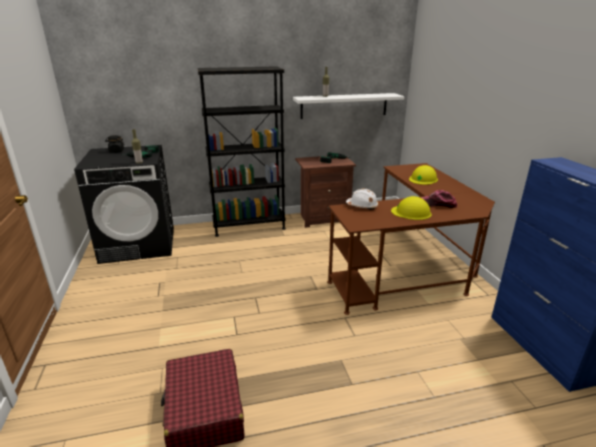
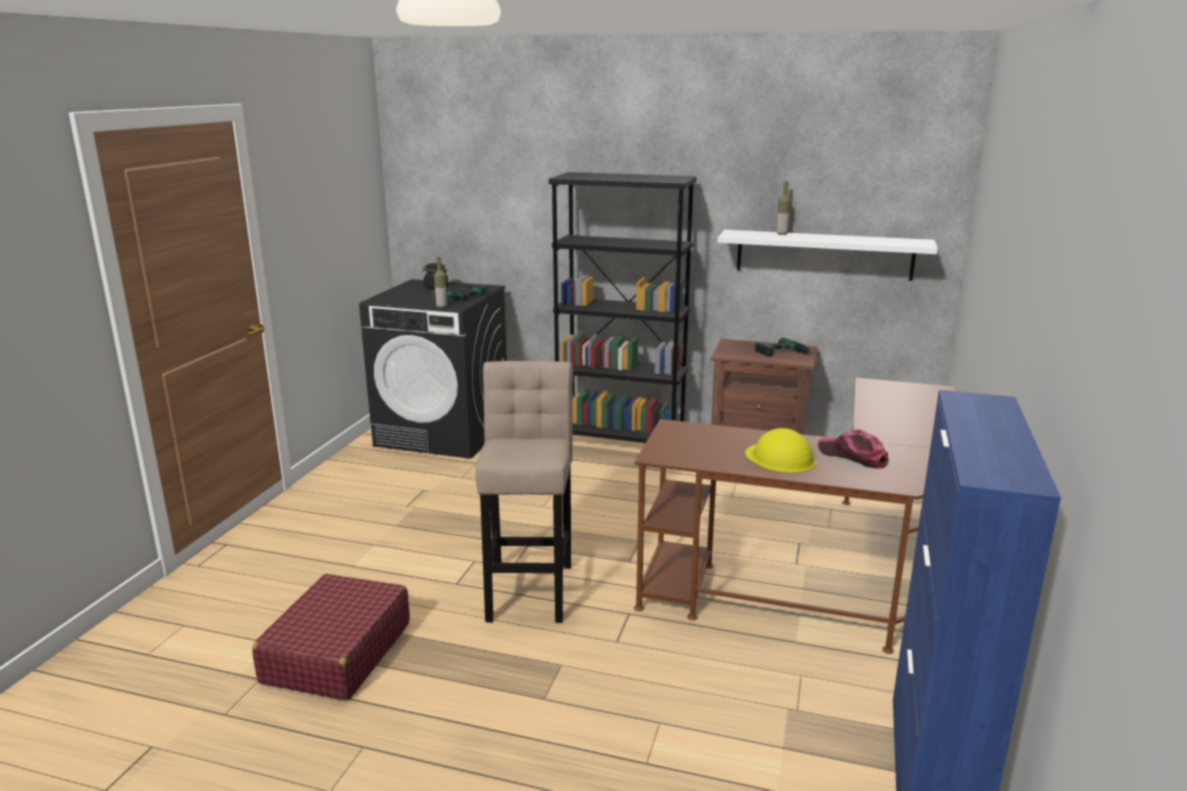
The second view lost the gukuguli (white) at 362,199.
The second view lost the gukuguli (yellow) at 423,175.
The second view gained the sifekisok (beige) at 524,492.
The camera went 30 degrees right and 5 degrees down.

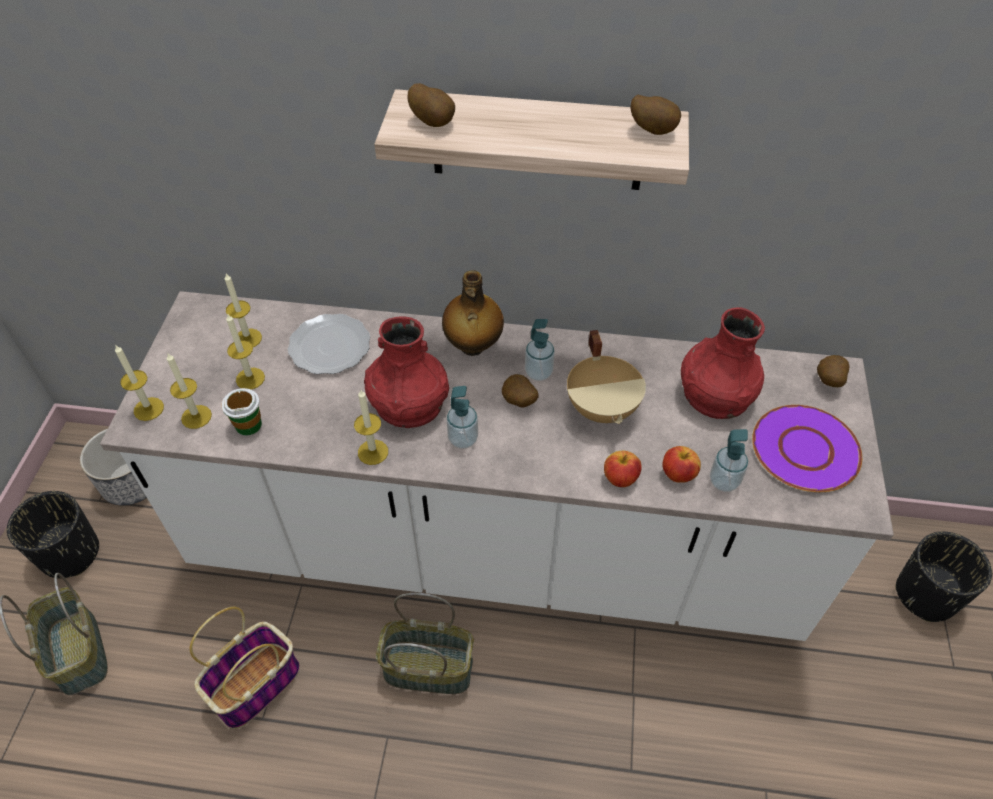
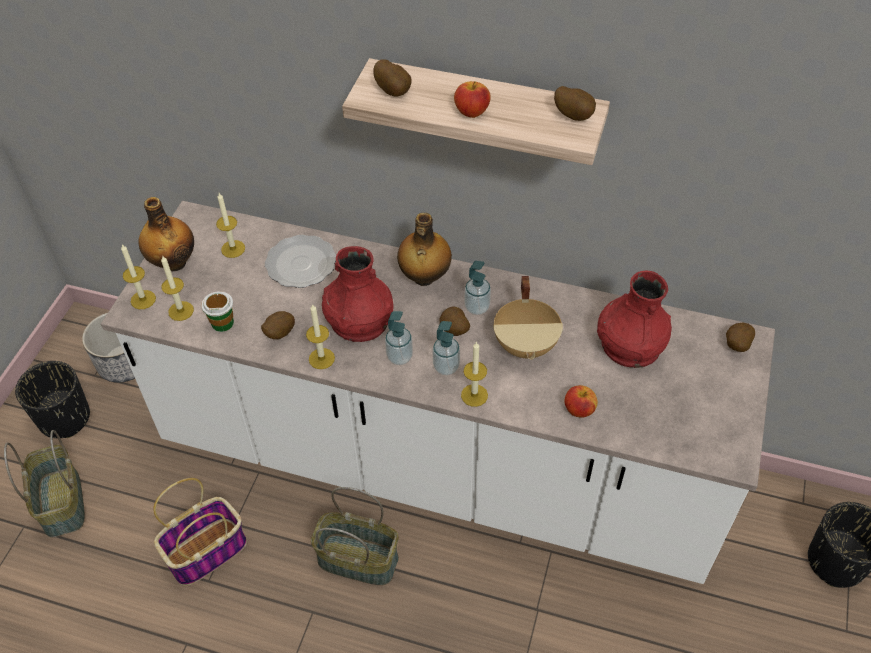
The second view lost the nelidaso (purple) at 807,448.
The second view gained the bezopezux at 166,234.
The second view gained the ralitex at 278,325.
The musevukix ended up elsewhere, having gone from 245,351 to 474,374.
The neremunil ended up elsewhere, having gone from 623,469 to 472,99.
The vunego ended up elsewhere, having gone from 729,460 to 446,348.
The camera went 10 degrees right and 0 degrees up.

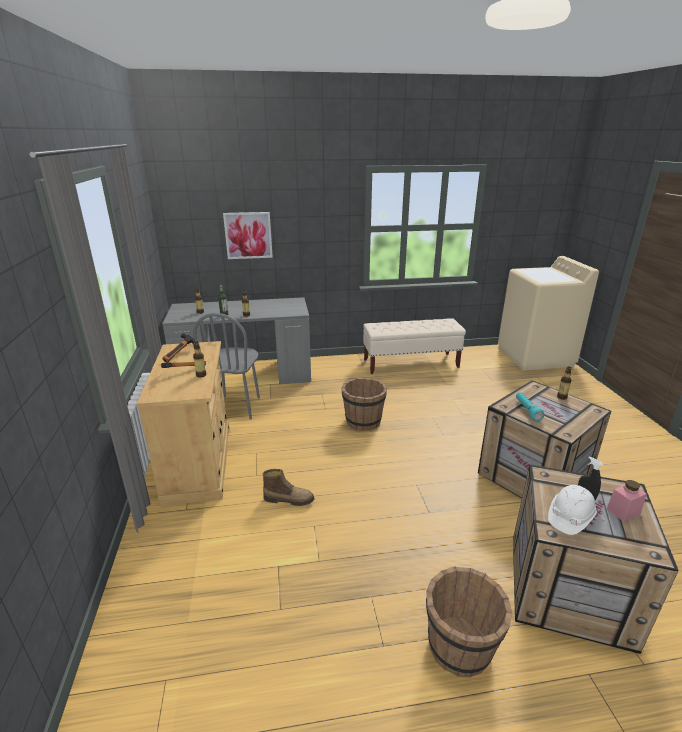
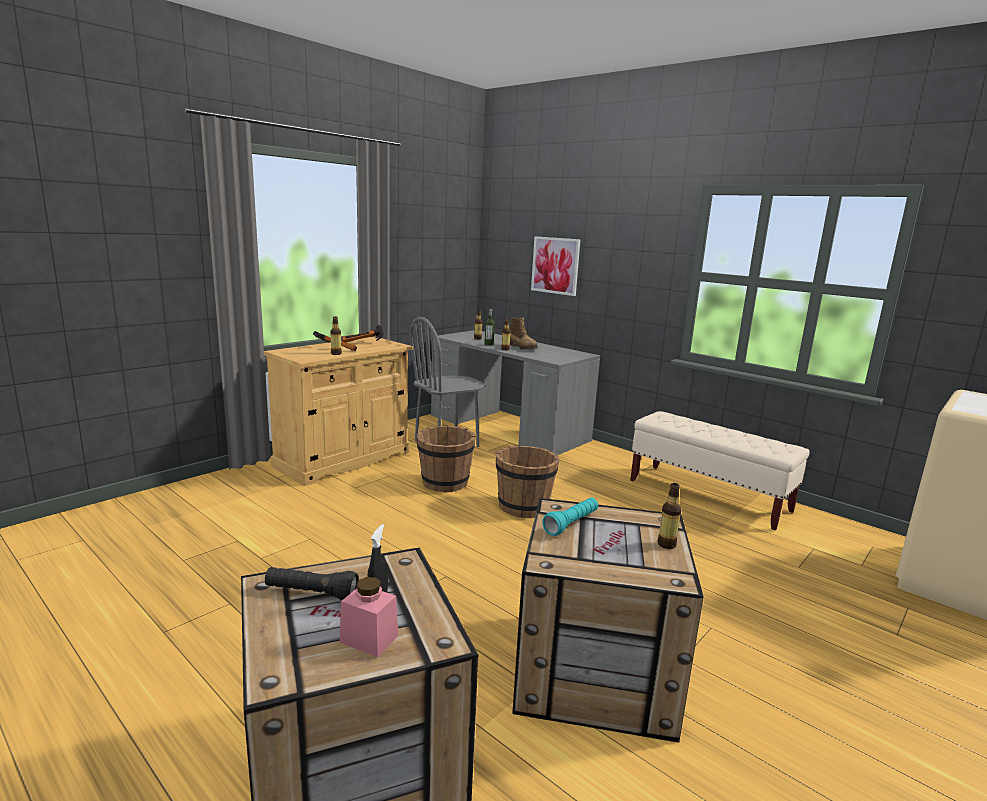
The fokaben ended up elsewhere, having gone from 289,487 to 524,333.
The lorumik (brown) ended up elsewhere, having gone from 469,622 to 446,459.
Where the gukuguli (white) stood at 572,510, the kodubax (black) came to stand at 312,584.
The camera went 50 degrees right and 10 degrees down.

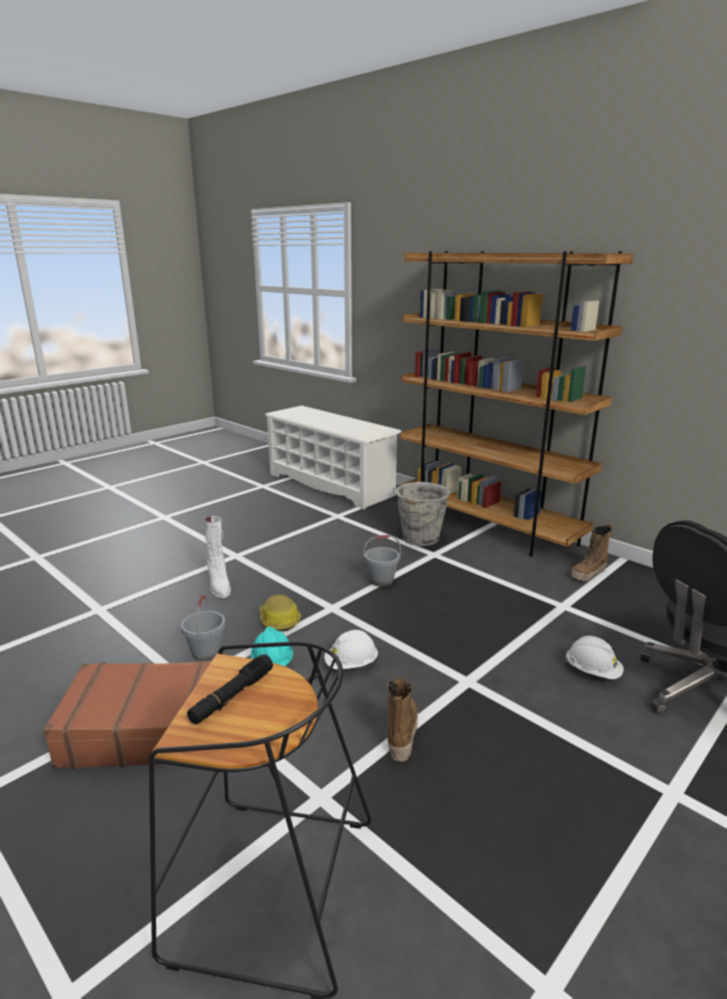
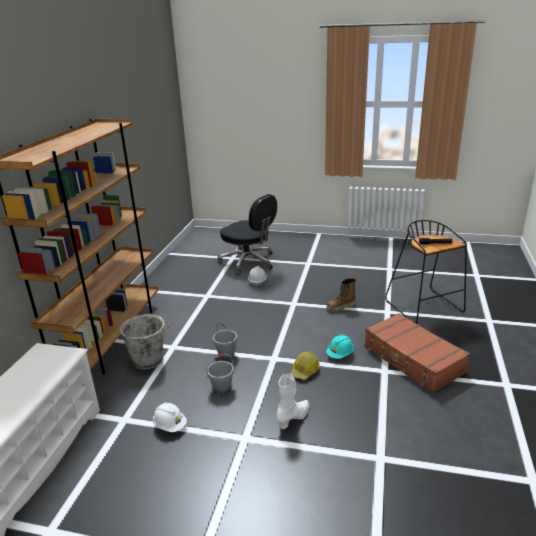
The second view lost the fokaben at 591,552.
The lorumik (grey) ended up elsewhere, having gone from 203,628 to 220,373.
The gukuguli (white) ended up elsewhere, having gone from 351,650 to 170,417.
The camera went 120 degrees left and 5 degrees up.

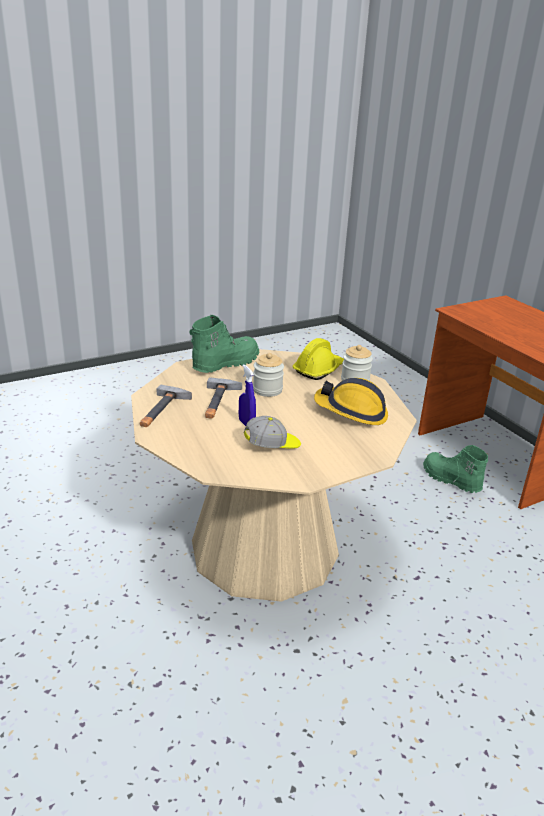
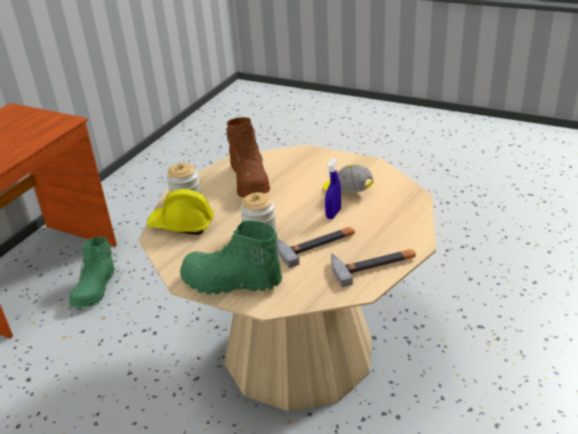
Where the gukuguli stood at 351,401, the fokaben (brown) came to stand at 248,157.
The camera went 120 degrees left and 5 degrees up.

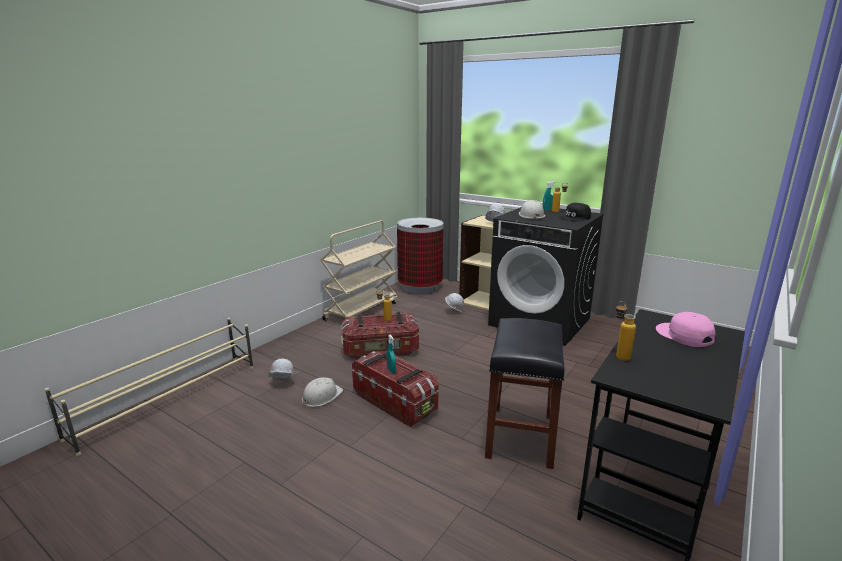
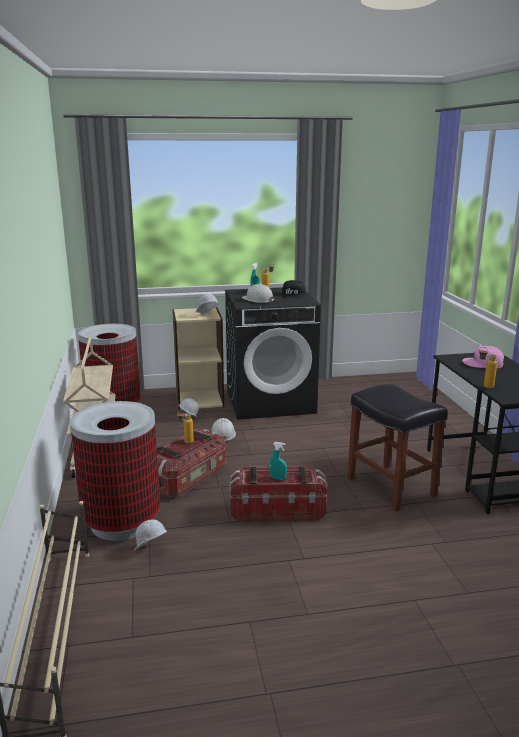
The second view gained the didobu at 115,471.
The gukuguli (white) ended up elsewhere, having gone from 322,392 to 223,429.
The camera went 45 degrees left and 0 degrees up.

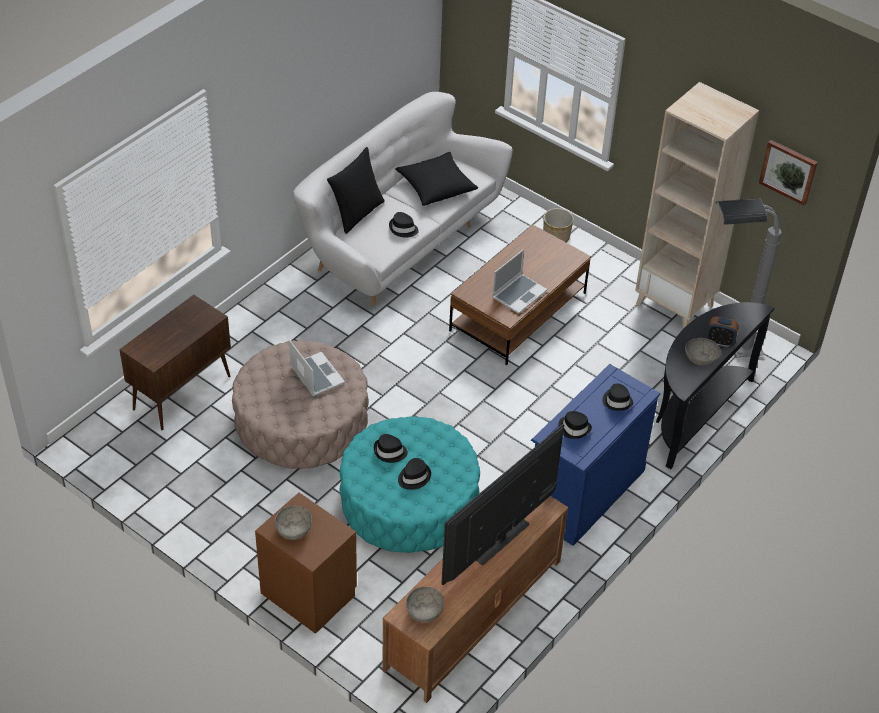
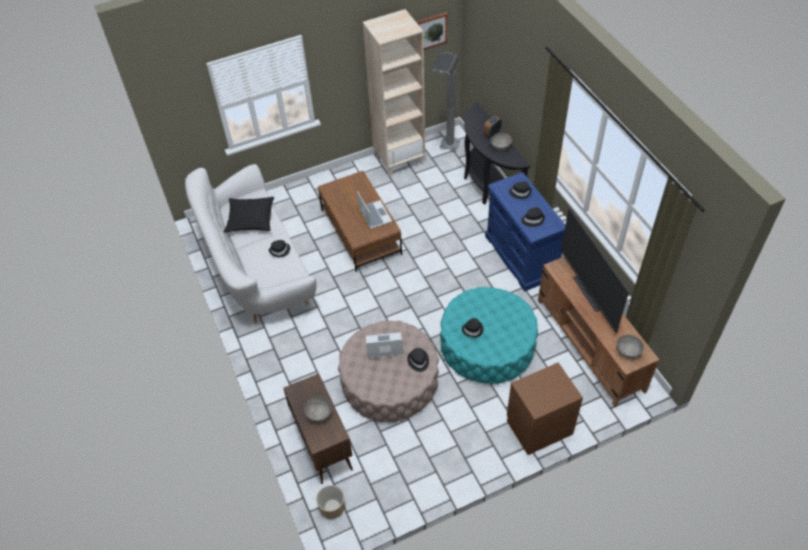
The second view lost the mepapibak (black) at 356,190.
The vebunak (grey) ended up elsewhere, having gone from 293,523 to 317,409.
The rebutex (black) ended up elsewhere, having gone from 414,474 to 418,360.
The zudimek ended up elsewhere, having gone from 558,225 to 330,502.
The camera went 60 degrees left and 5 degrees up.

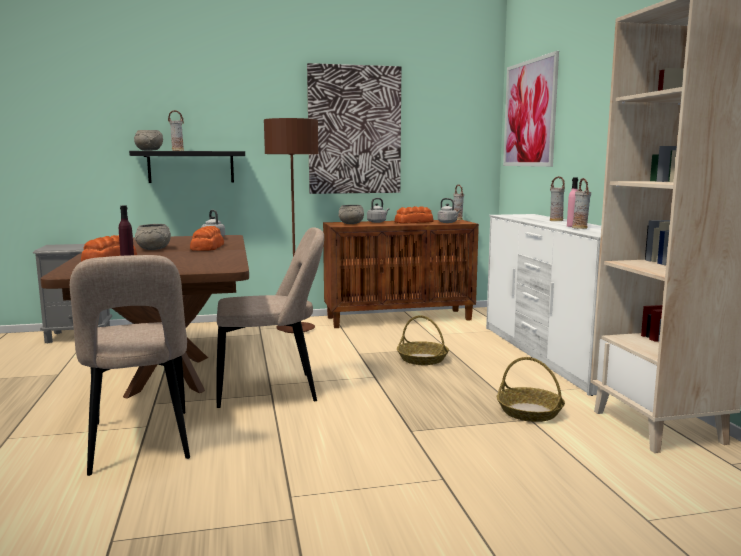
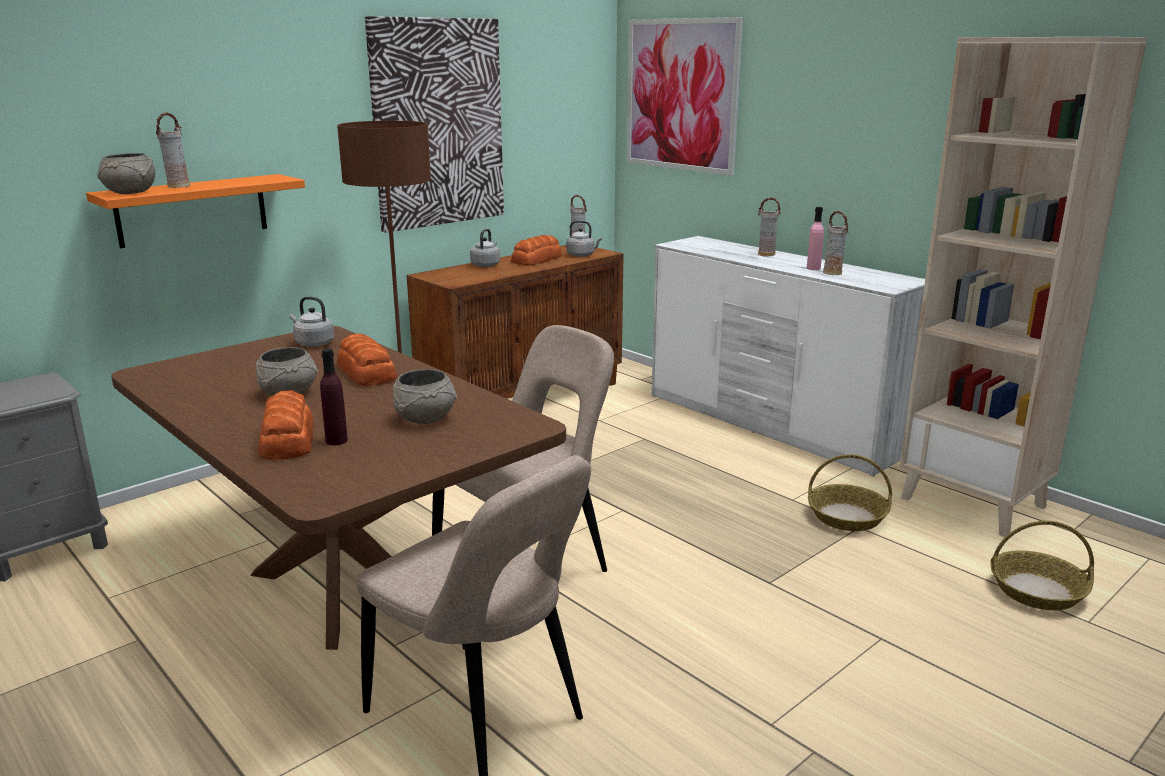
The vebunak (grey) ended up elsewhere, having gone from 351,214 to 424,396.
The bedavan ended up elsewhere, having gone from 423,340 to 1042,565.
What was the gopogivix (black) at 187,167 turned into the gopogivix (orange) at 195,211.
The camera went 30 degrees left and 10 degrees up.

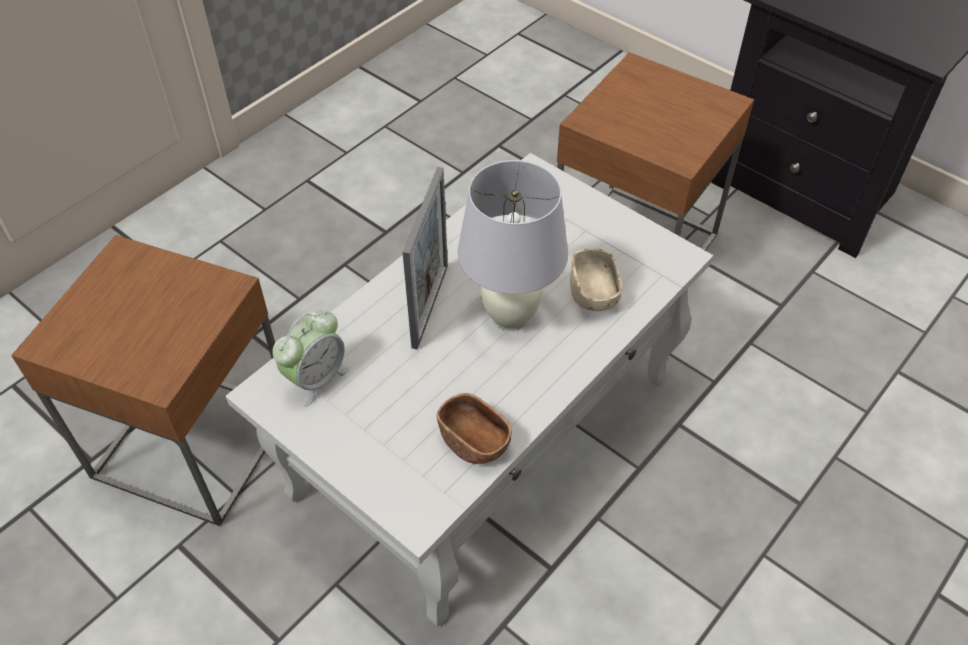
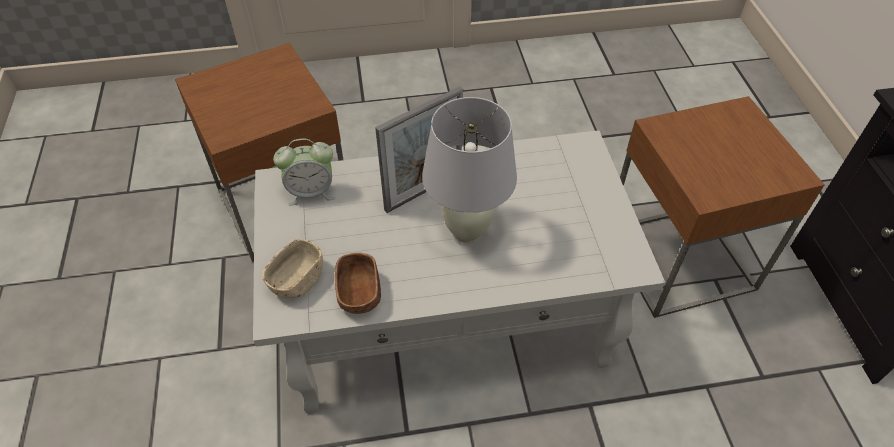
The vebunak (beige) ended up elsewhere, having gone from 596,279 to 292,269.
The camera went 40 degrees right and 0 degrees up.

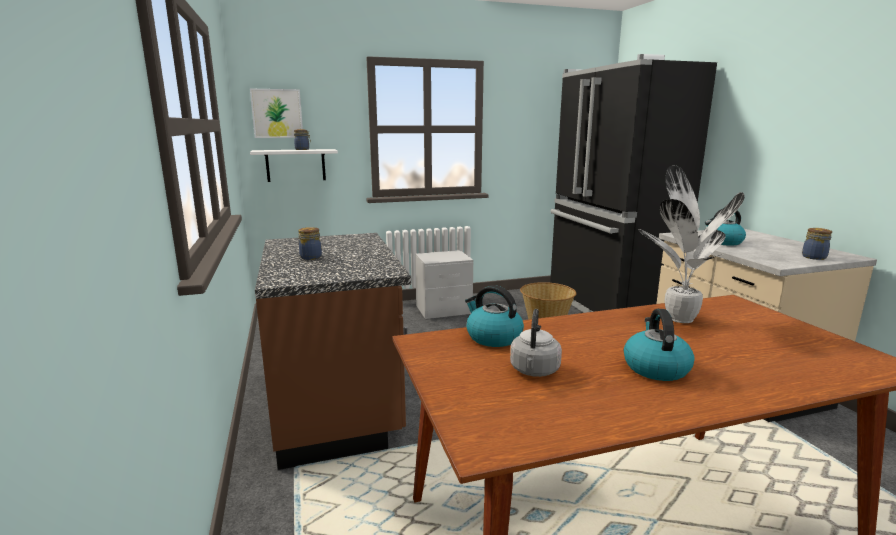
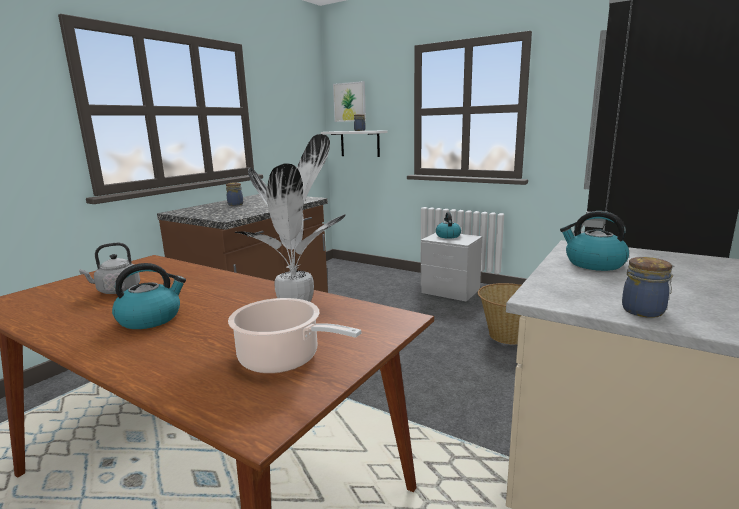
The second view gained the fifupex at 294,336.
The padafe ended up elsewhere, having gone from 494,316 to 448,225.
The camera went 50 degrees right and 0 degrees up.

